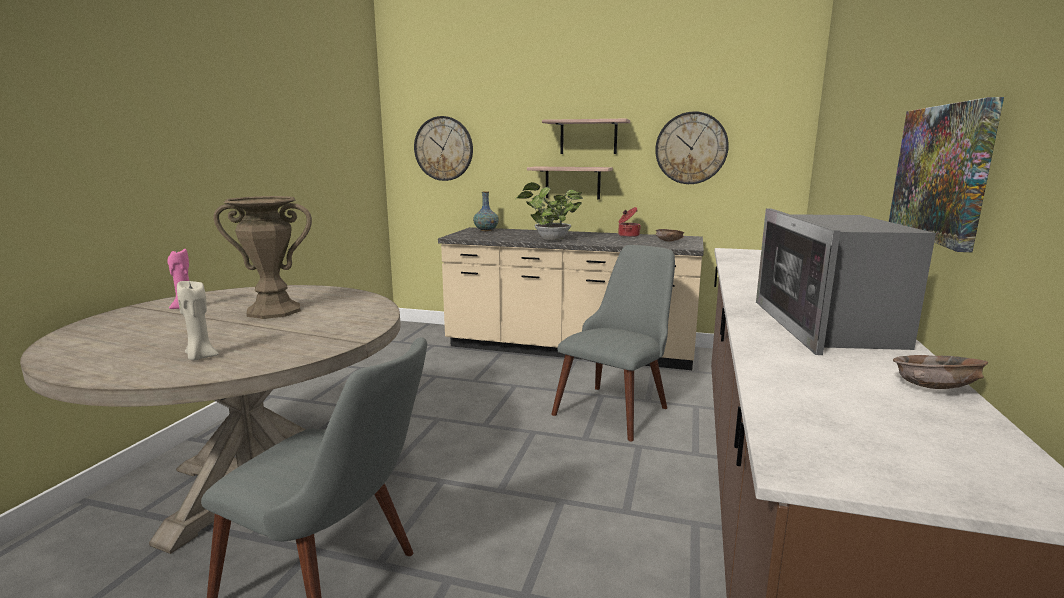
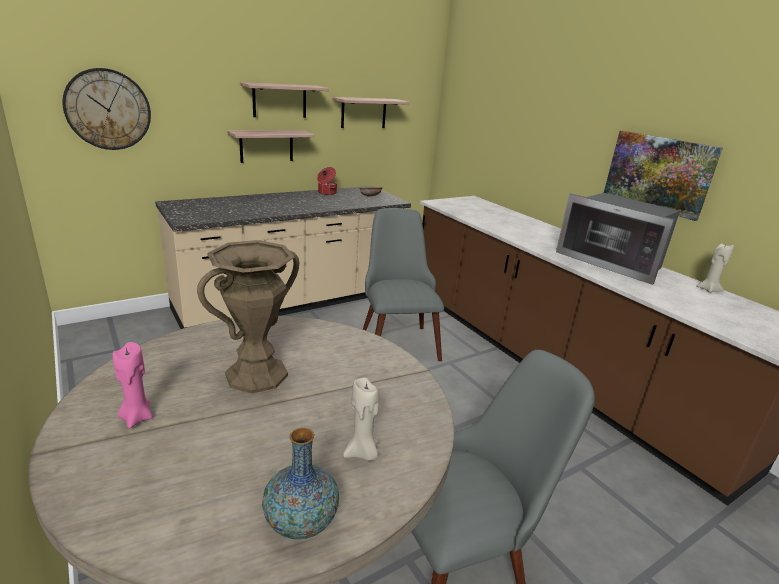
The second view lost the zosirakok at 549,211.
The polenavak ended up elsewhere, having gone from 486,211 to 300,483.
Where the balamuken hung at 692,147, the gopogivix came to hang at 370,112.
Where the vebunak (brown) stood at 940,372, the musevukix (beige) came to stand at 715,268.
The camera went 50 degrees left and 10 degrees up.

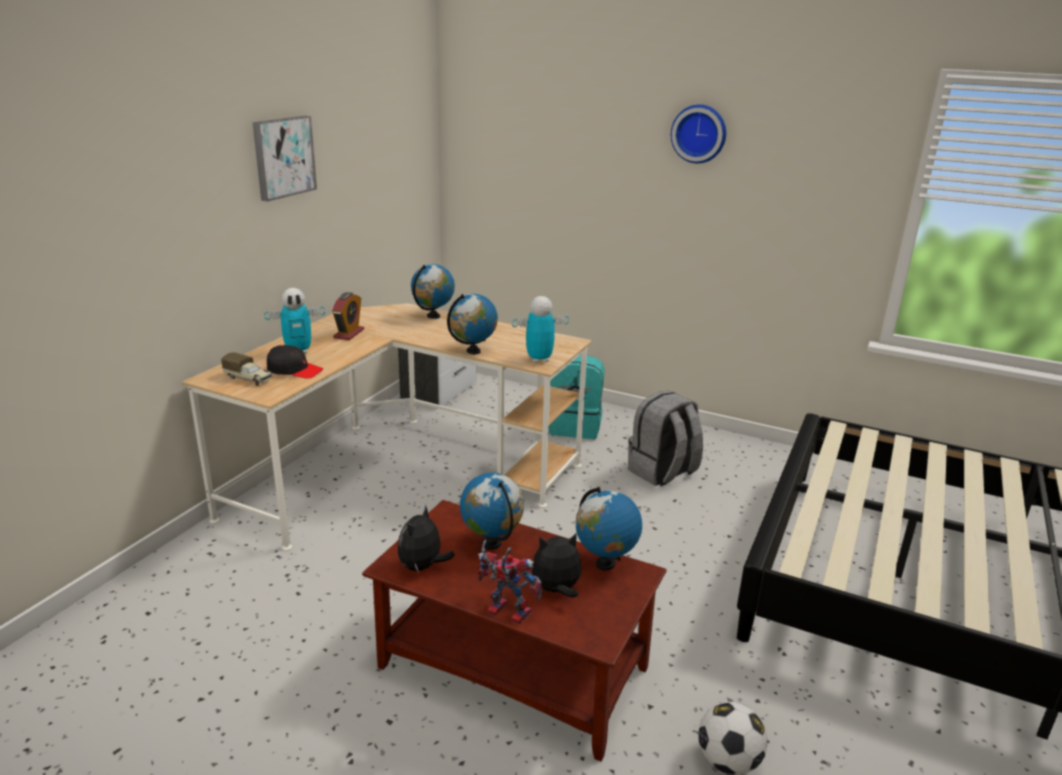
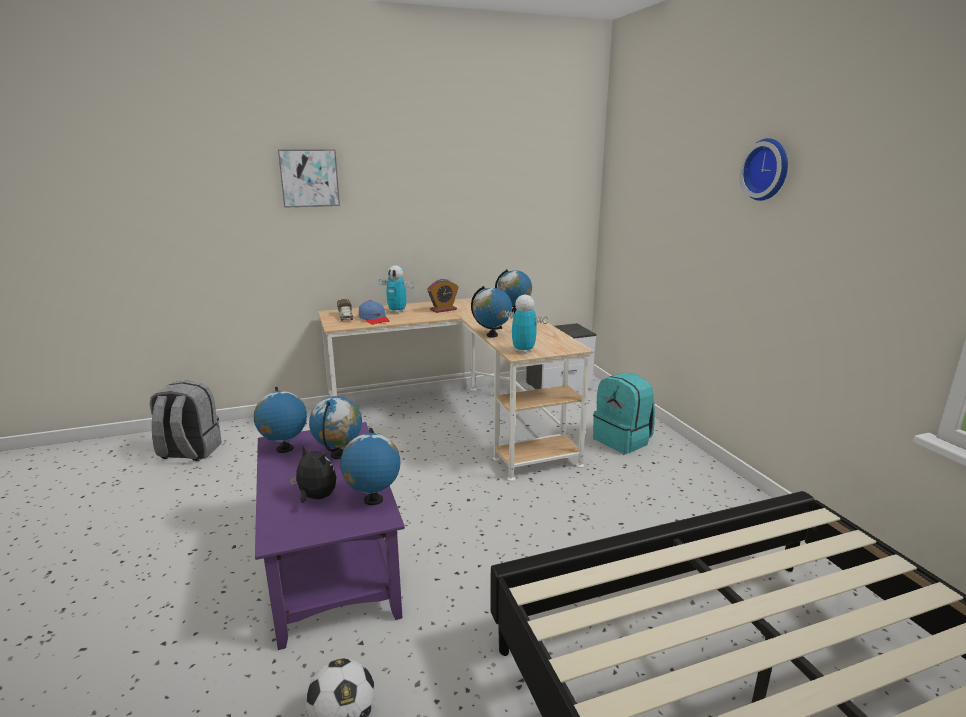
The second view lost the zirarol at 510,582.
The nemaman ended up elsewhere, having gone from 285,158 to 309,179.
The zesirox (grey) ended up elsewhere, having gone from 665,438 to 186,420.
Where the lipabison stood at 426,539, the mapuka came to stand at 280,420.
What was the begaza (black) at 295,361 turned into the begaza (blue) at 374,312.
What was the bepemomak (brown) at 514,631 turned into the bepemomak (purple) at 330,536.
The camera went 45 degrees right and 5 degrees down.

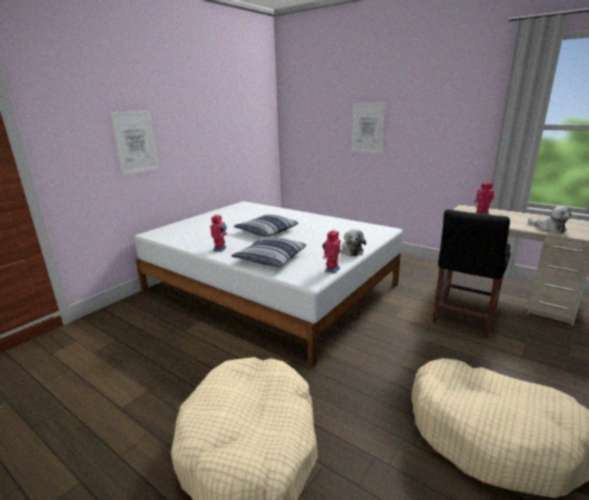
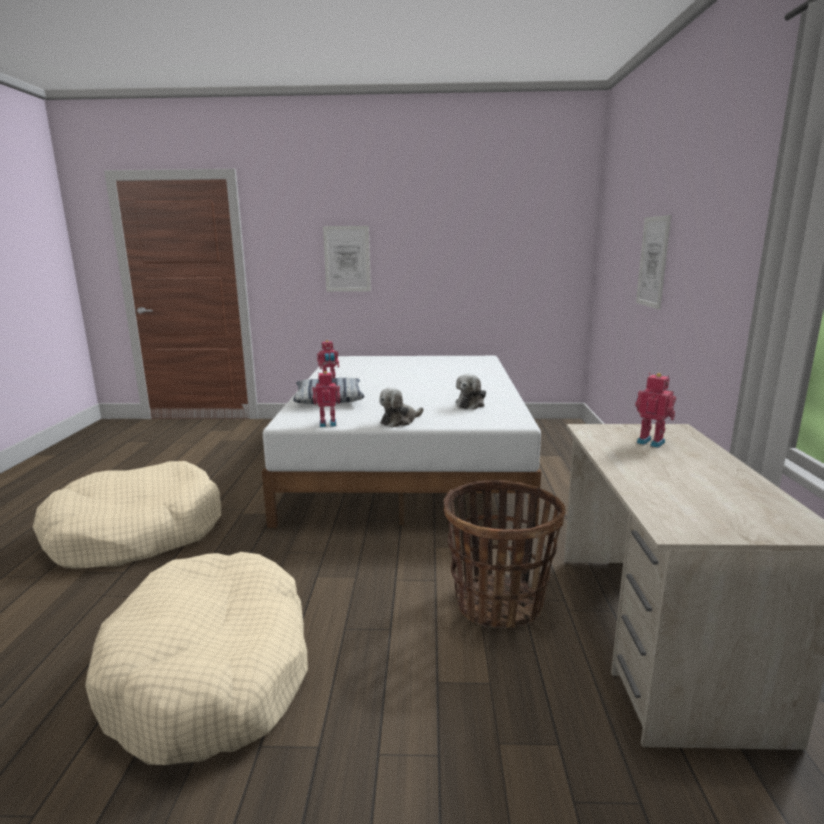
The second view lost the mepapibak at 265,226.
The lipabison ended up elsewhere, having gone from 549,219 to 470,392.
Where the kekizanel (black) stood at 471,273, the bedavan came to stand at 504,554.
The camera went 55 degrees right and 5 degrees down.

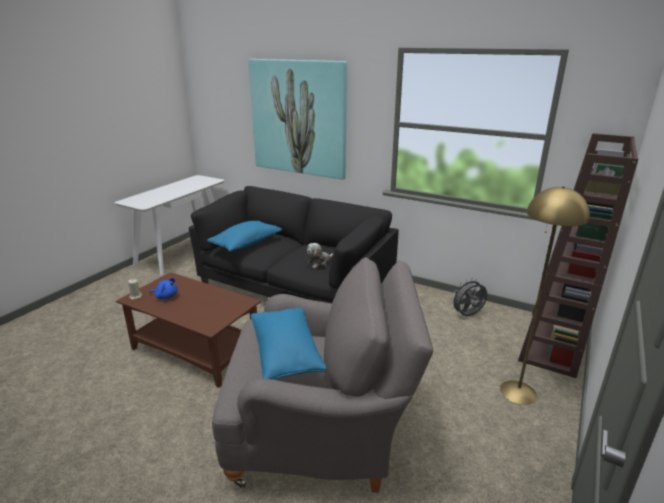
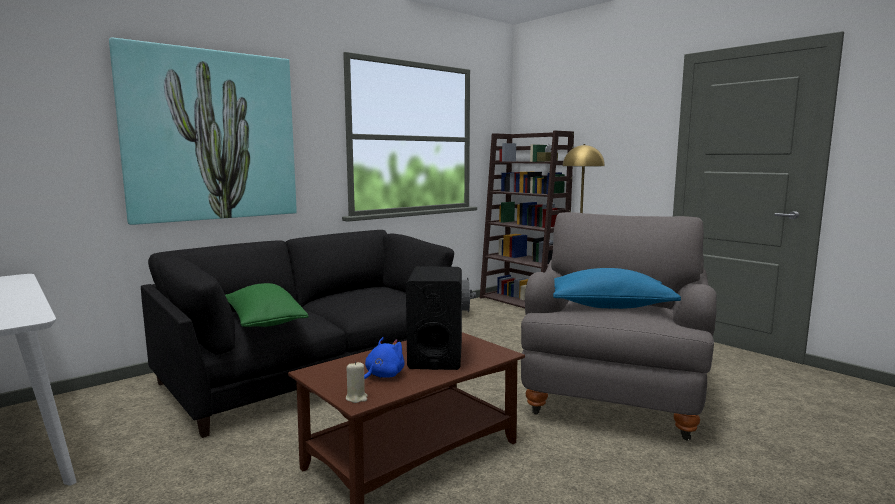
The second view lost the lipabison at 320,256.
The second view gained the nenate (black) at 434,318.
What was the mepapibak (blue) at 244,236 turned into the mepapibak (green) at 267,305.
The camera went 70 degrees left and 15 degrees down.

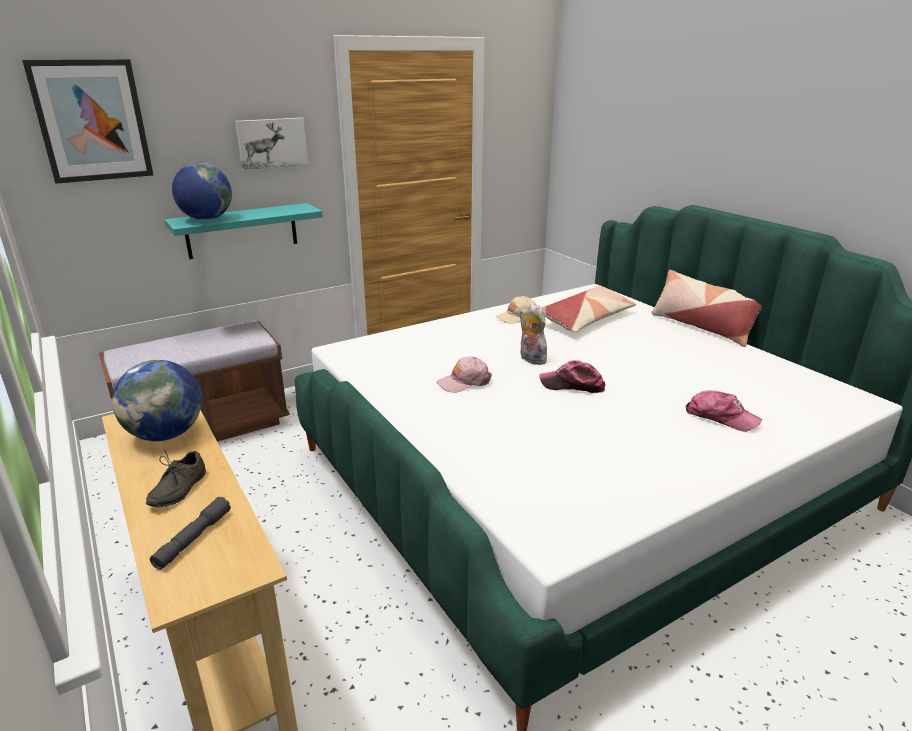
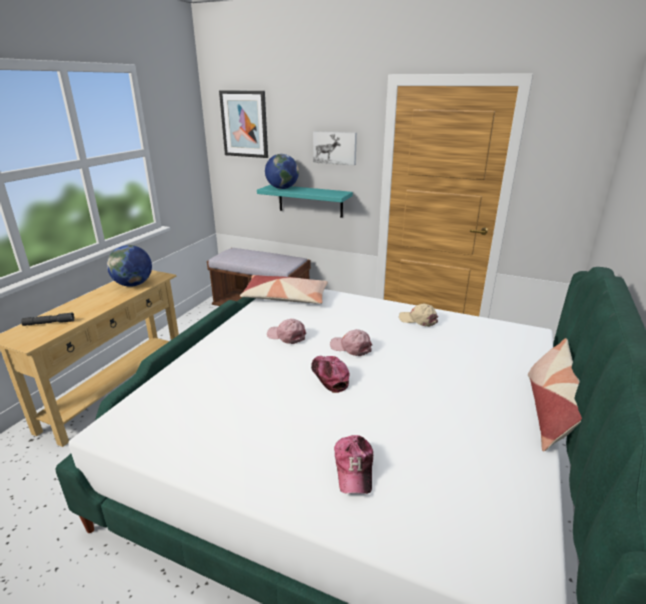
The second view lost the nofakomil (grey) at 176,478.
The mepapibak ended up elsewhere, having gone from 589,309 to 284,289.
Where the lipabison stood at 534,334, the begaza (pink) came to stand at 351,342.
The camera went 55 degrees right and 0 degrees up.

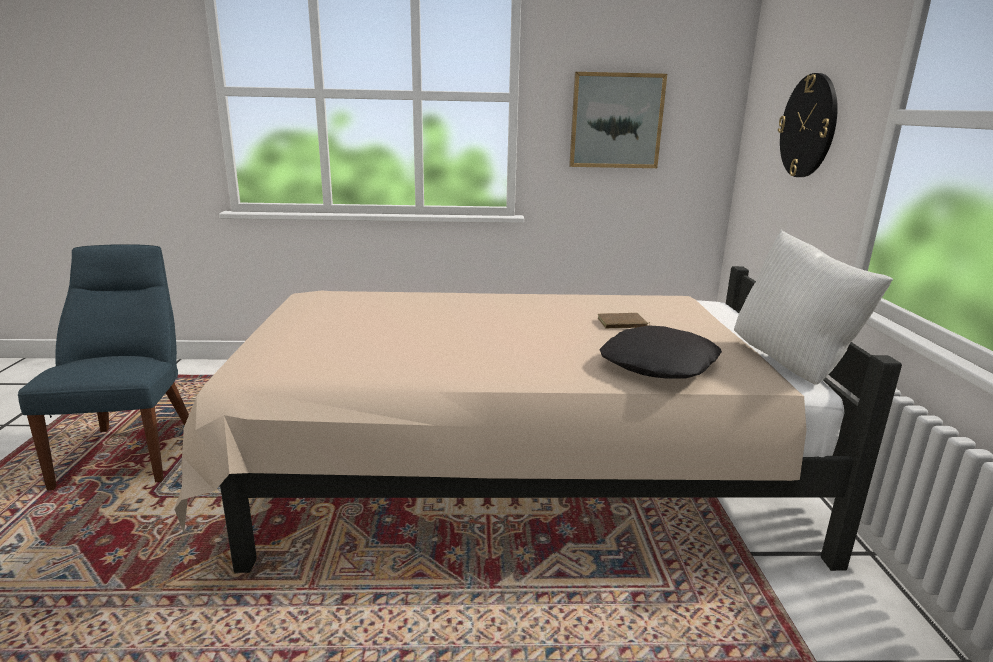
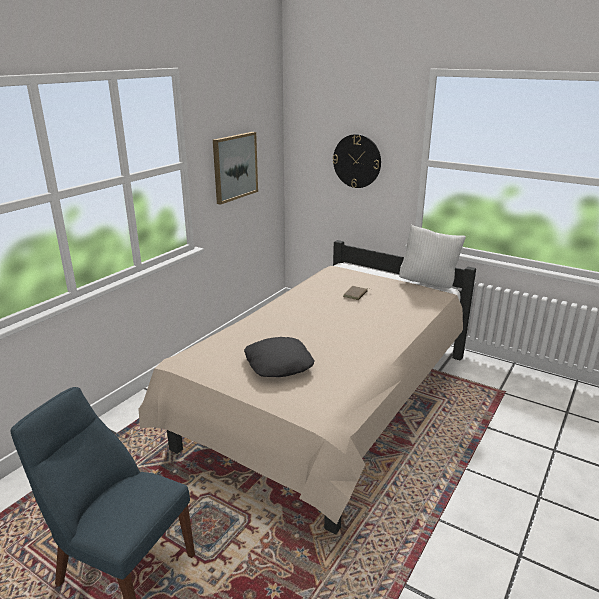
The mepapibak (black) ended up elsewhere, having gone from 660,351 to 279,357.
The camera went 55 degrees left and 5 degrees up.

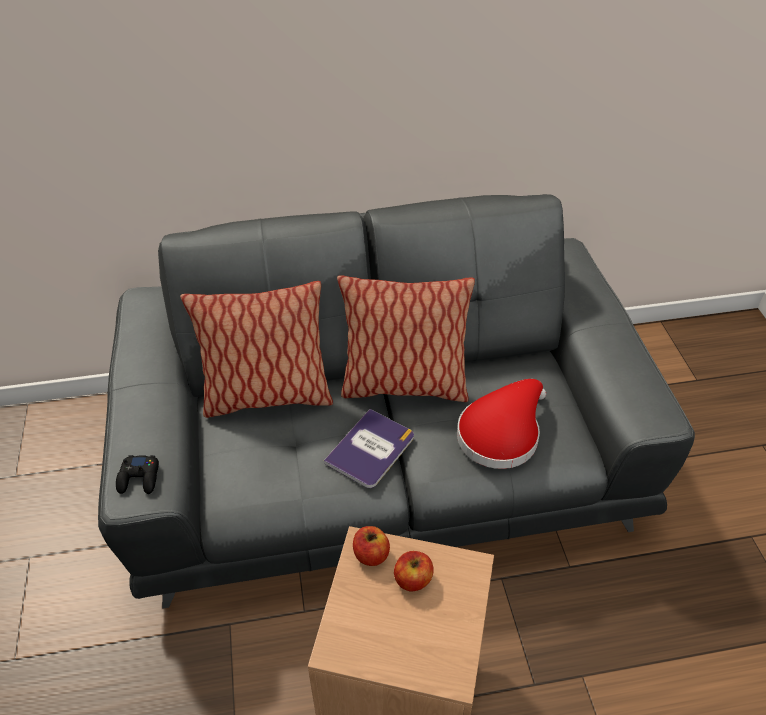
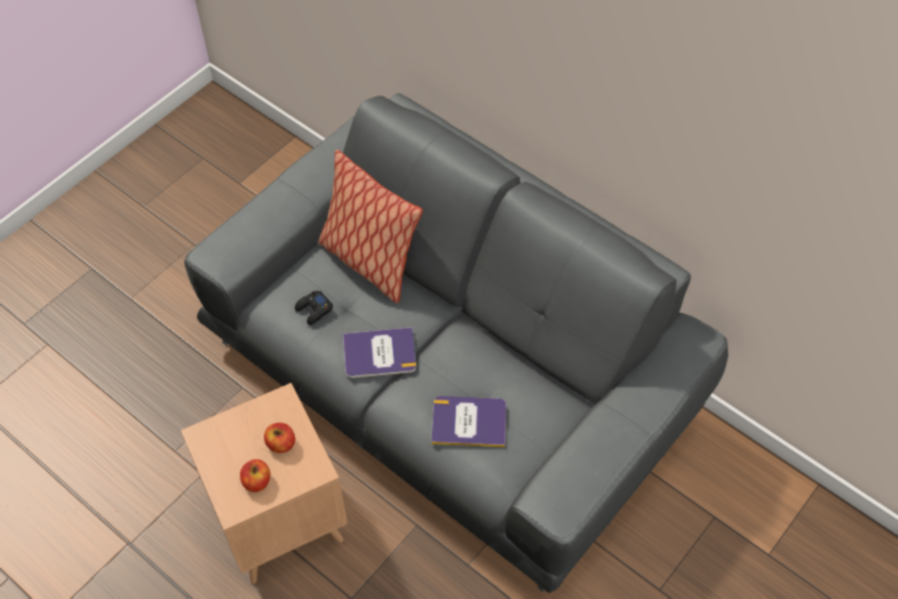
The second view lost the mepapibak at 406,338.
The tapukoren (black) ended up elsewhere, having gone from 137,474 to 314,307.
The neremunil ended up elsewhere, having gone from 371,546 to 255,475.
Where the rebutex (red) stood at 501,424, the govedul came to stand at 468,421.
The camera went 50 degrees right and 10 degrees up.

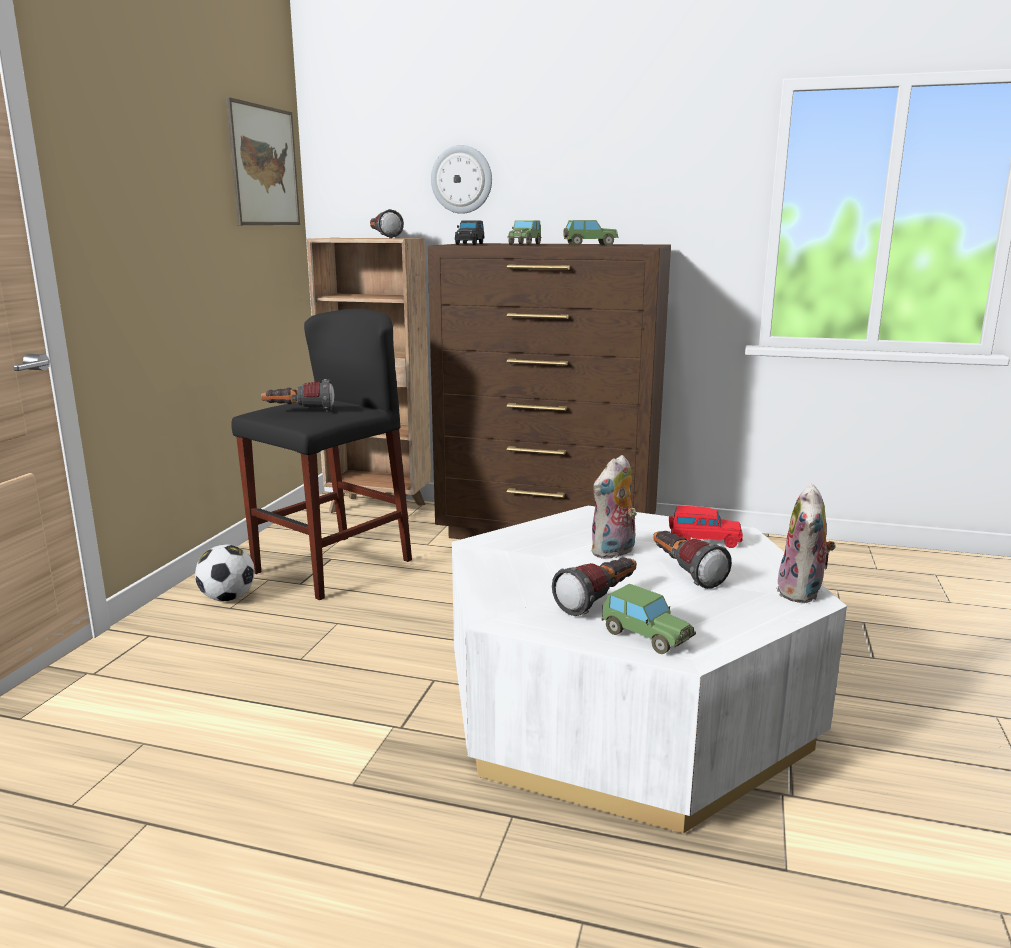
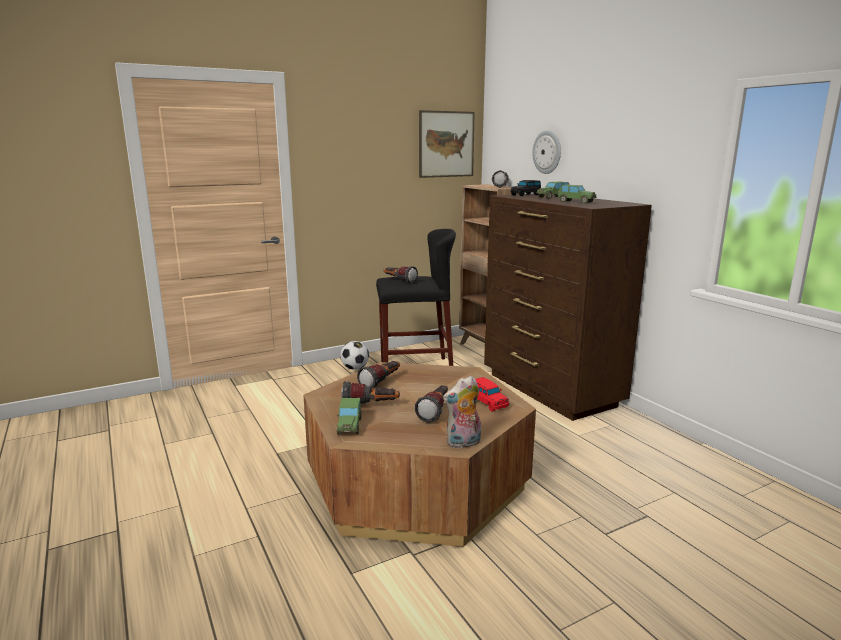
The second view lost the lipabison at 614,507.
The second view gained the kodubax at 378,375.
What was the bepemomak (white) at 649,670 turned into the bepemomak (brown) at 419,454.
The camera went 45 degrees right and 0 degrees up.

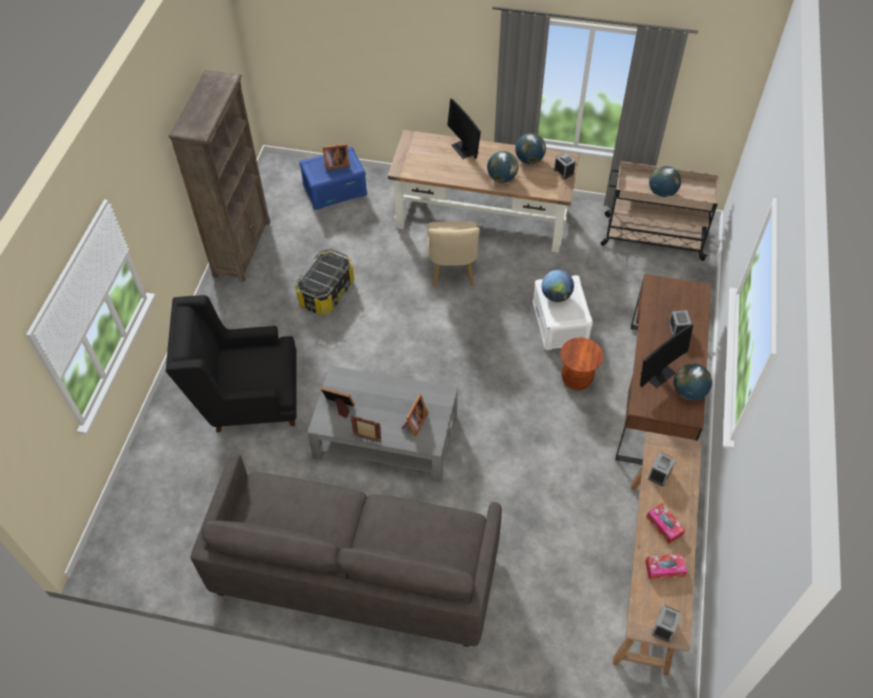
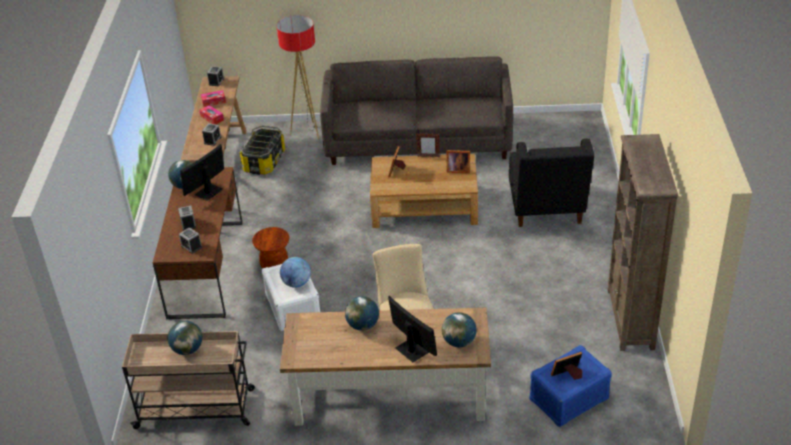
The second view gained the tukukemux at 297,77.
The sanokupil ended up elsewhere, having gone from 324,282 to 262,150.
The mapuka ended up elsewhere, having gone from 530,148 to 459,329.
The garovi ended up elsewhere, having gone from 565,165 to 190,240.
What was the bepemomak (grey) at 382,424 turned into the bepemomak (brown) at 424,191.
The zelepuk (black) at 231,363 ended up facing another way, 105 degrees clockwise from before.
The camera went 170 degrees right and 15 degrees down.

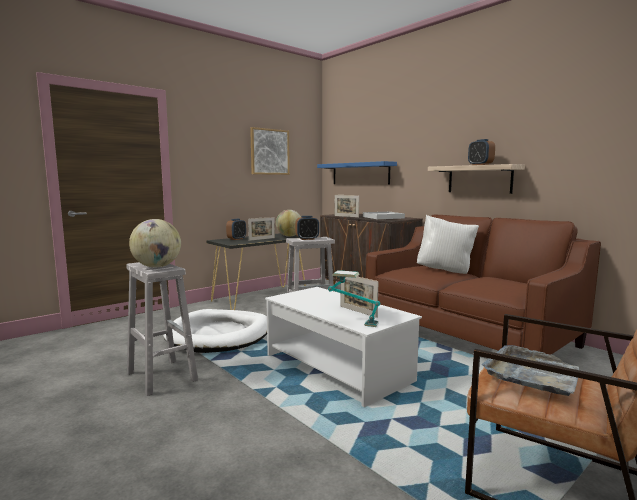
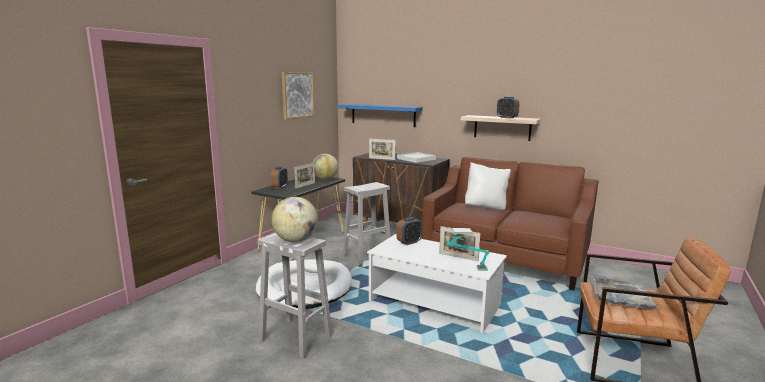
The garovi ended up elsewhere, having gone from 307,228 to 409,231.
The camera went 20 degrees left and 5 degrees up.

